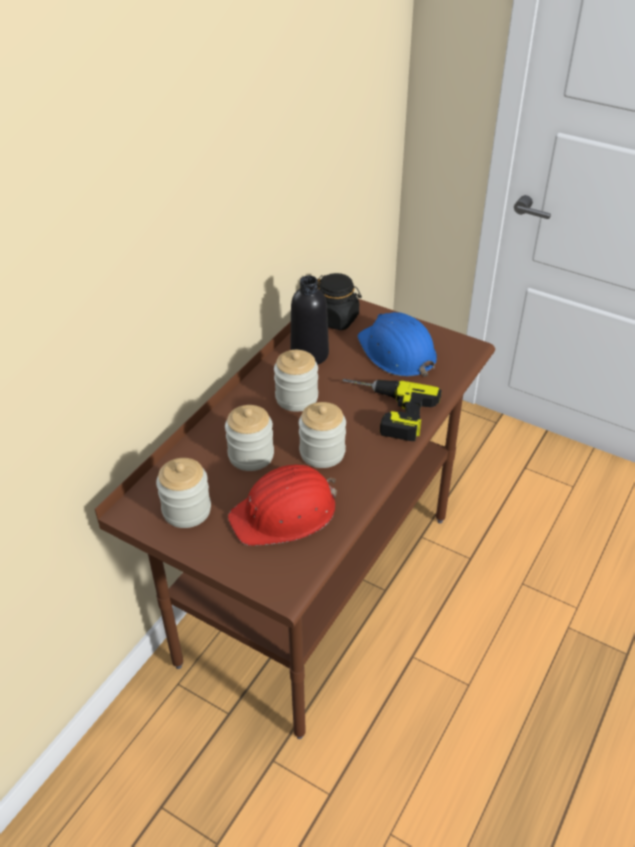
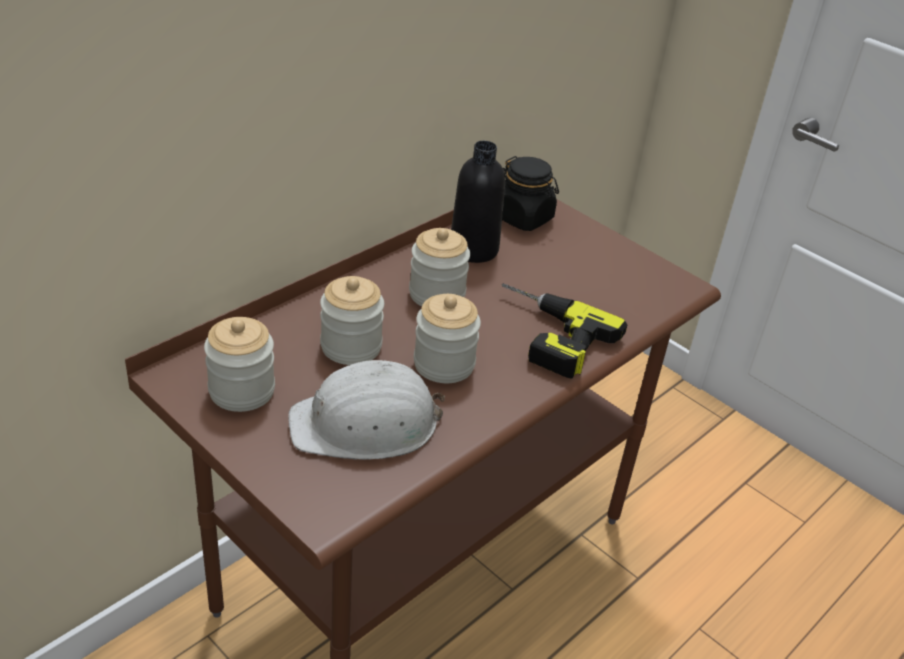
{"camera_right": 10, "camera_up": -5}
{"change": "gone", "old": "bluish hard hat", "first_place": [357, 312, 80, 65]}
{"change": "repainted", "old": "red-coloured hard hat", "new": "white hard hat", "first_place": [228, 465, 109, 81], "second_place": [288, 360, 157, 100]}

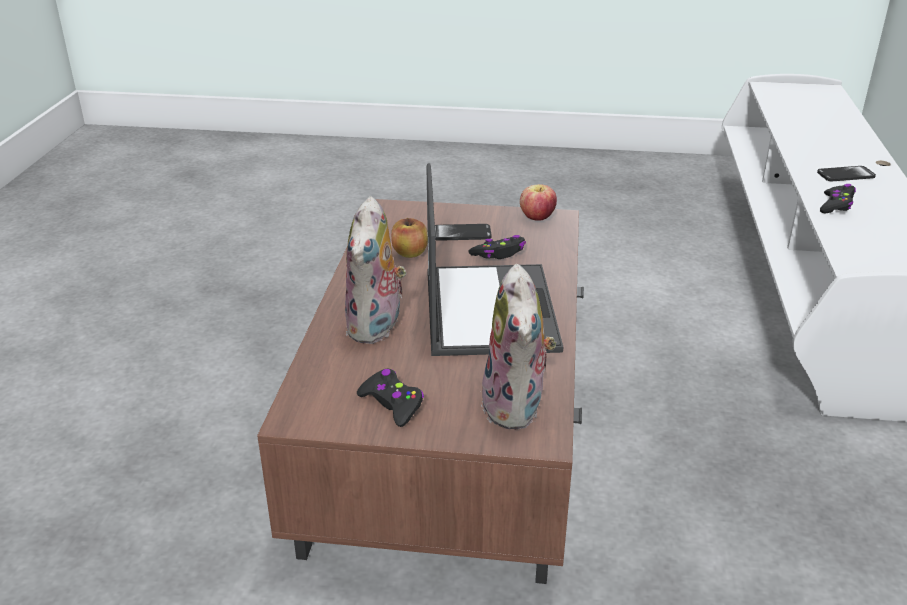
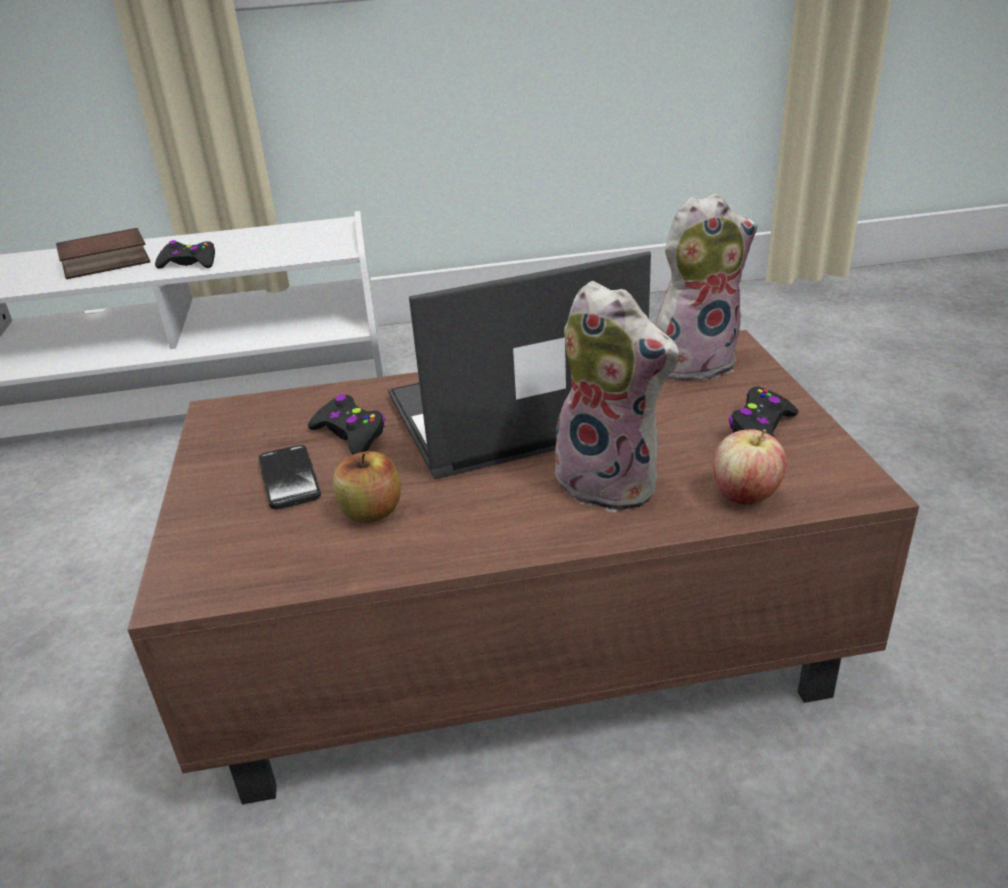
{"camera_right": -105, "camera_up": 0}
{"change": "swapped", "old": "handset", "new": "book", "first_place": [817, 166, 59, 15], "second_place": [56, 228, 94, 51]}
{"change": "shifted", "old": "apple", "first_place": [520, 184, 37, 37], "second_place": [713, 429, 74, 76]}
{"change": "rotated", "old": "soft toy", "first_place": [345, 196, 61, 148], "second_place": [551, 281, 128, 232], "degrees": 45}

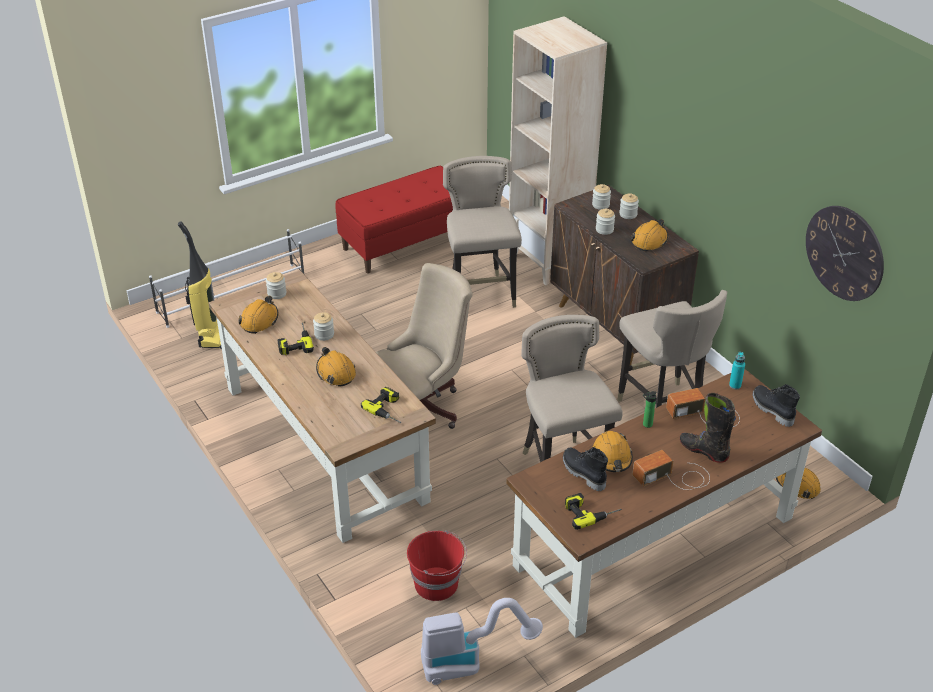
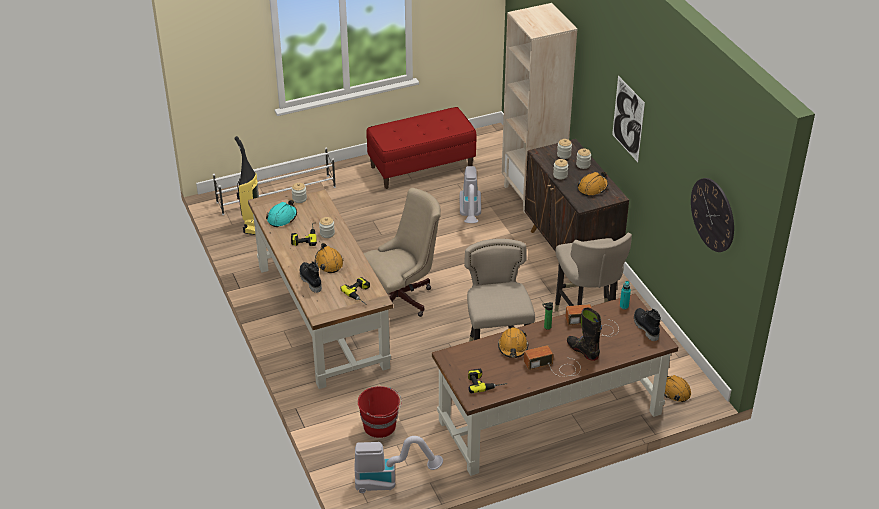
{"camera_right": 10, "camera_up": 0}
{"change": "swapped", "old": "sand-coloured stool seat", "new": "hoover", "first_place": [443, 156, 79, 152], "second_place": [460, 166, 21, 57]}
{"change": "repainted", "old": "orangey hard hat", "new": "blue-green hard hat", "first_place": [238, 296, 41, 38], "second_place": [266, 200, 31, 27]}
{"change": "shifted", "old": "black high-top boot", "first_place": [563, 447, 45, 44], "second_place": [300, 261, 22, 32]}
{"change": "new", "new": "wall art", "second_place": [612, 76, 33, 86]}

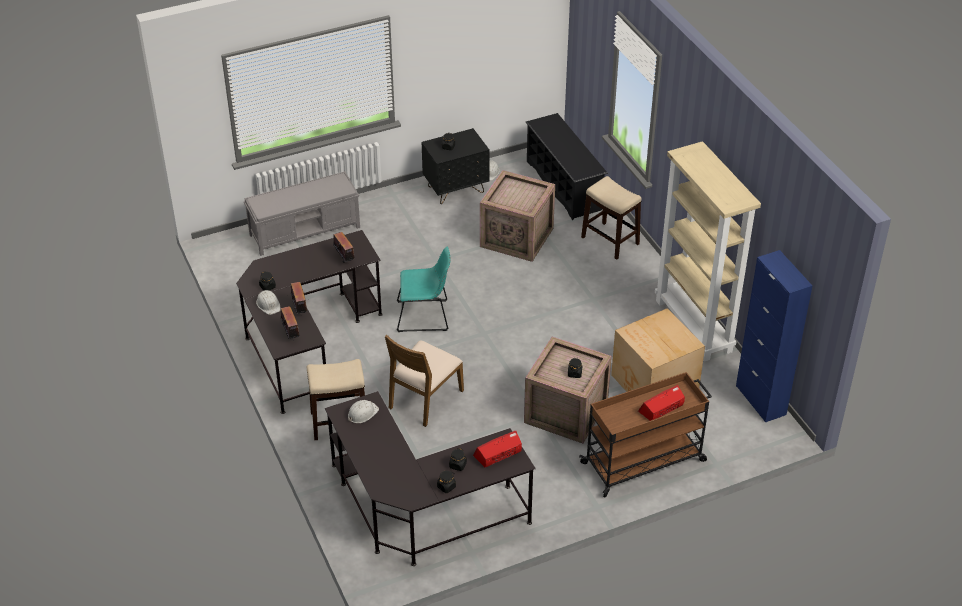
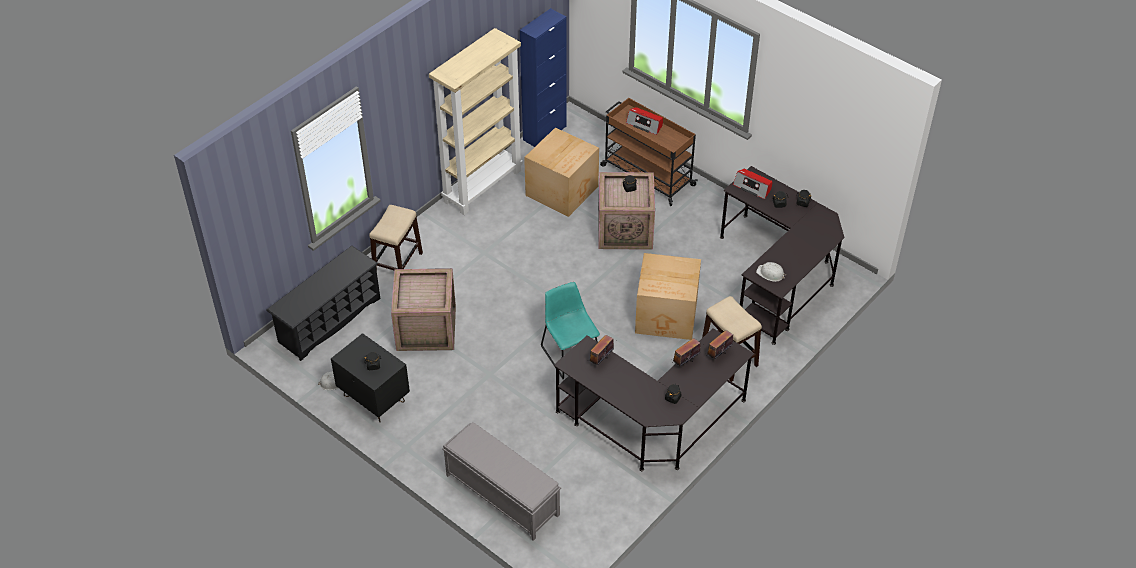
{"camera_right": -115, "camera_up": 5}
{"change": "gone", "old": "white hard hat", "first_place": [256, 290, 25, 25]}
{"change": "swapped", "old": "brown chair", "new": "cardboard box", "first_place": [385, 335, 79, 92], "second_place": [635, 253, 66, 87]}

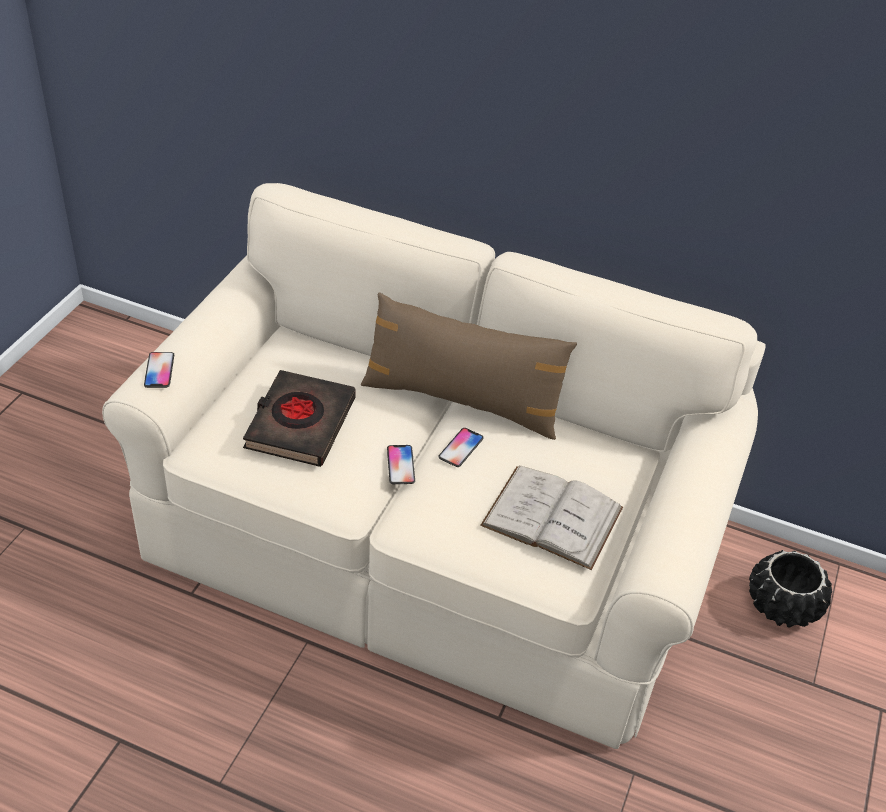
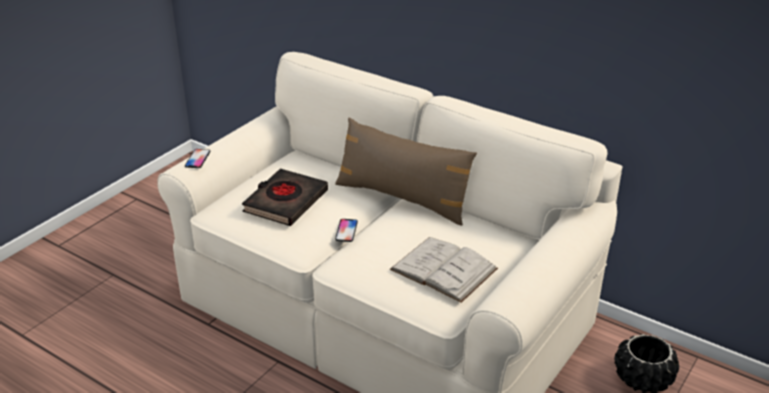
{"camera_right": 15, "camera_up": -10}
{"change": "gone", "old": "handset", "first_place": [438, 428, 46, 39]}

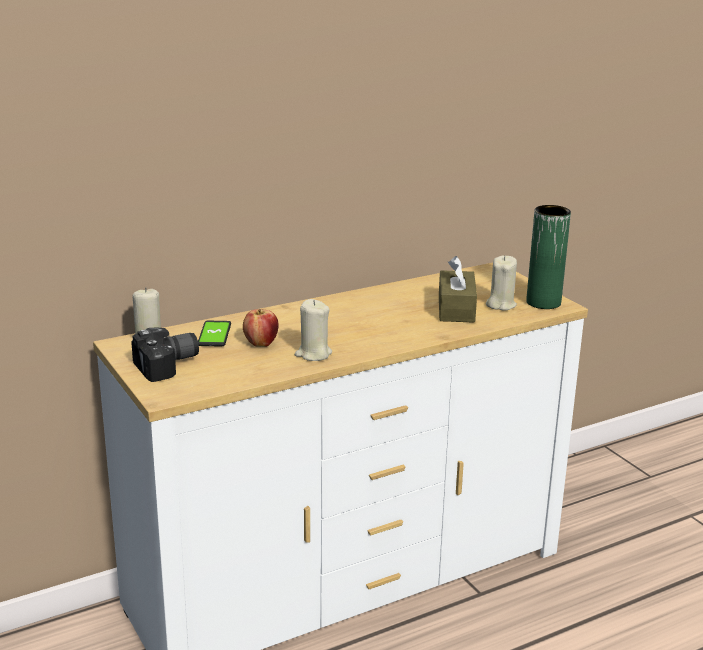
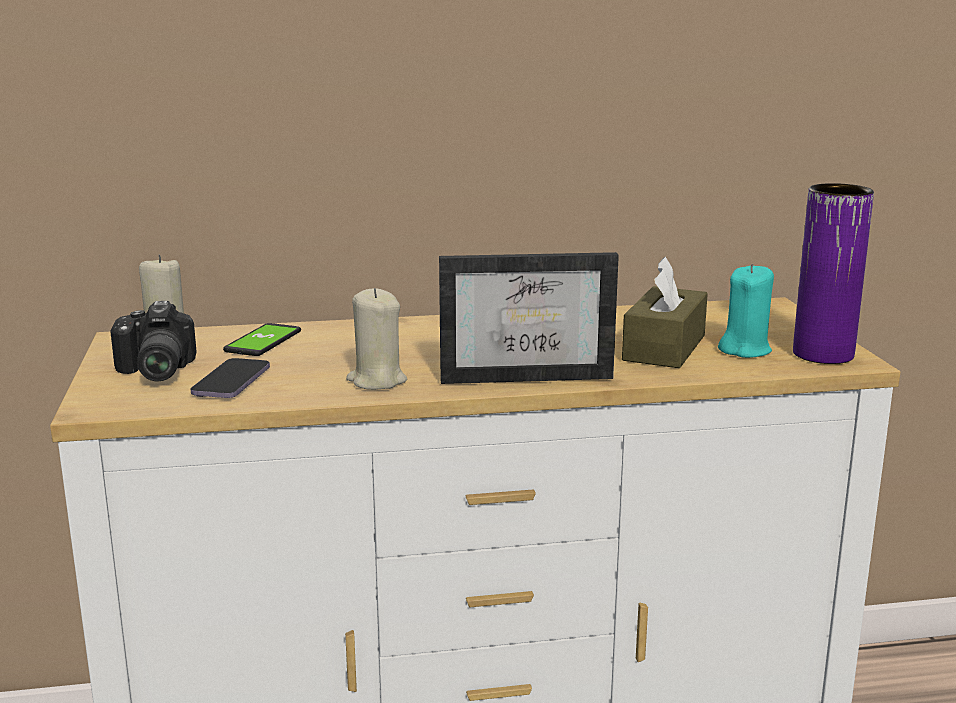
{"camera_right": 20, "camera_up": -5}
{"change": "repainted", "old": "green-coloured flower vase", "new": "purple-coloured flower vase", "first_place": [526, 205, 45, 104], "second_place": [793, 183, 81, 181]}
{"change": "repainted", "old": "sand-coloured candle", "new": "blue-green candle", "first_place": [486, 256, 31, 55], "second_place": [718, 264, 56, 94]}
{"change": "gone", "old": "apple", "first_place": [243, 309, 36, 38]}
{"change": "rotated", "old": "photo camera", "first_place": [131, 327, 68, 55], "second_place": [110, 301, 87, 80], "degrees": 90}
{"change": "new", "new": "standing frame", "second_place": [439, 252, 180, 132]}
{"change": "new", "new": "handset", "second_place": [191, 358, 79, 40]}

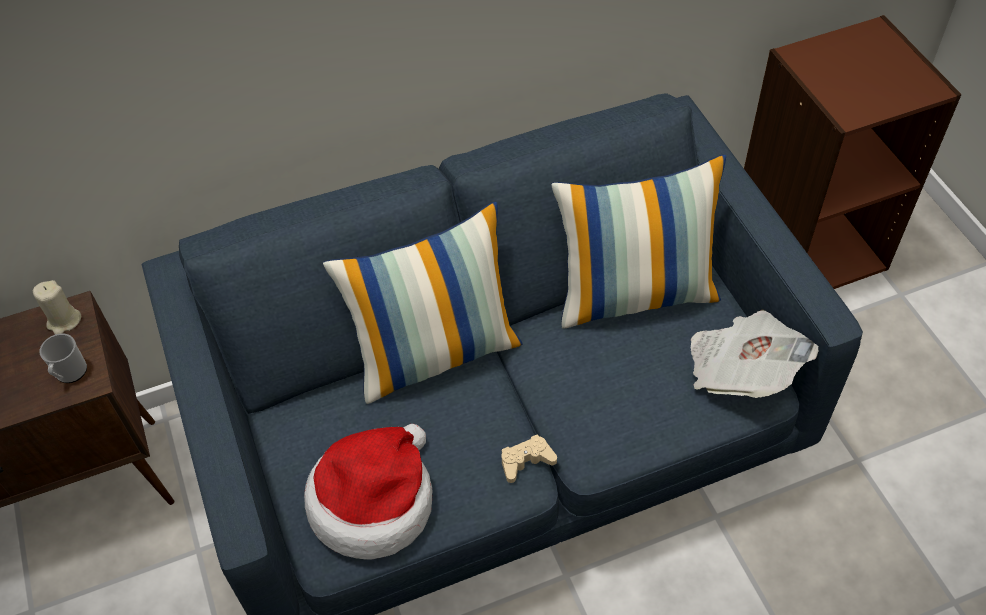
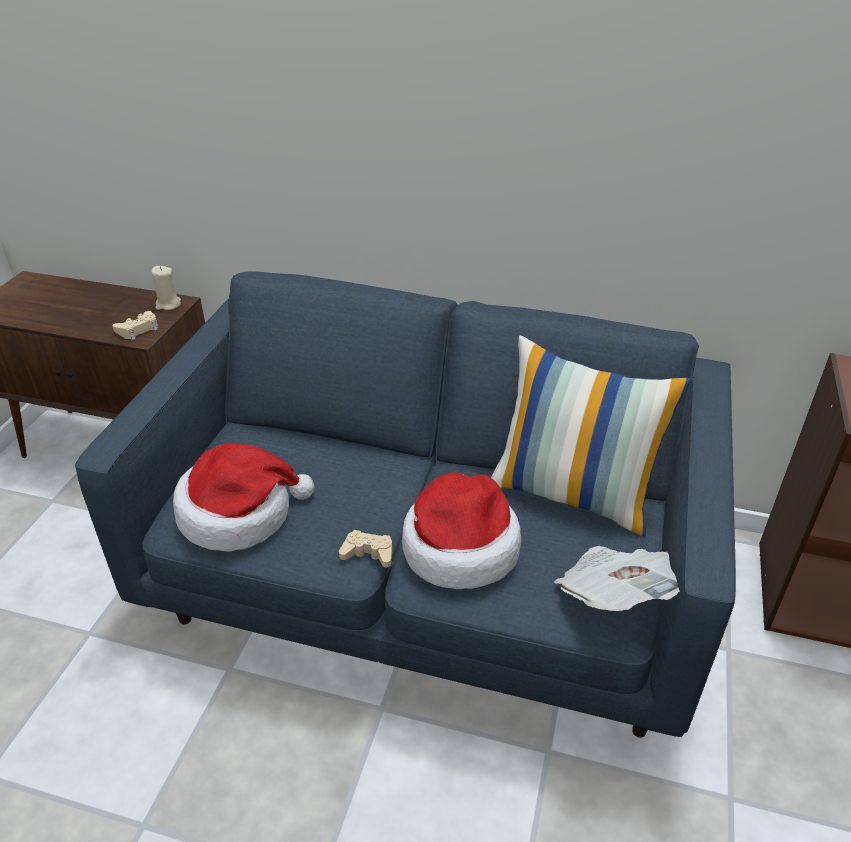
{"camera_right": 35, "camera_up": -15}
{"change": "gone", "old": "pillow", "first_place": [323, 201, 200, 203]}
{"change": "swapped", "old": "tea mug", "new": "sand-coloured gamepad", "first_place": [40, 334, 47, 49], "second_place": [112, 311, 46, 29]}
{"change": "new", "new": "clothing hat", "second_place": [402, 473, 119, 116]}

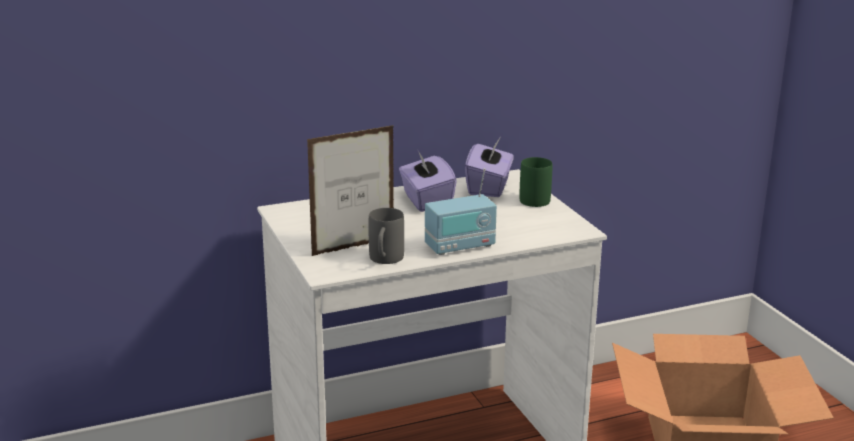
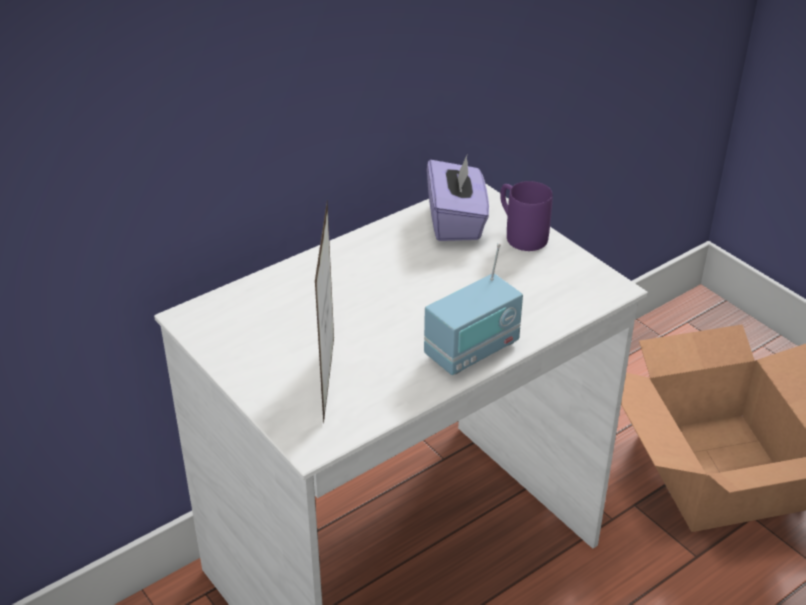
{"camera_right": -15, "camera_up": 15}
{"change": "rotated", "old": "standing frame", "first_place": [307, 125, 87, 131], "second_place": [315, 203, 19, 222], "degrees": -45}
{"change": "gone", "old": "purple-coloured box of tissues", "first_place": [399, 149, 58, 63]}
{"change": "repainted", "old": "green-coloured tea mug", "new": "purple-coloured tea mug", "first_place": [520, 157, 32, 50], "second_place": [500, 181, 53, 70]}
{"change": "gone", "old": "gray tea mug", "first_place": [369, 208, 35, 56]}

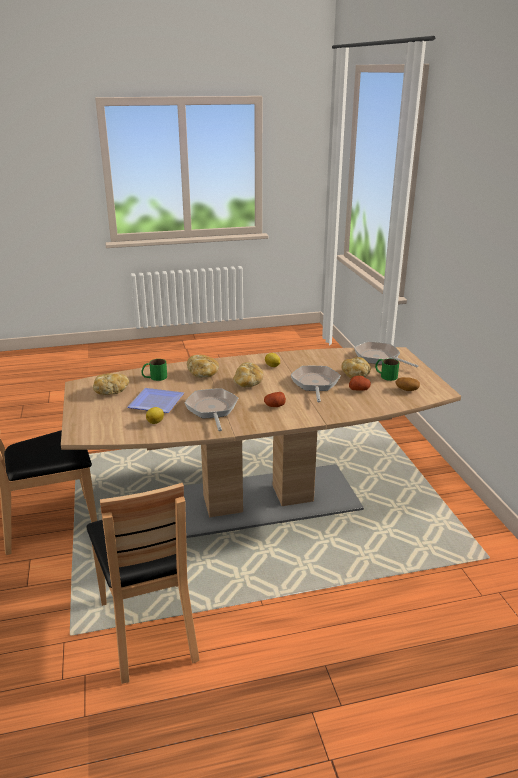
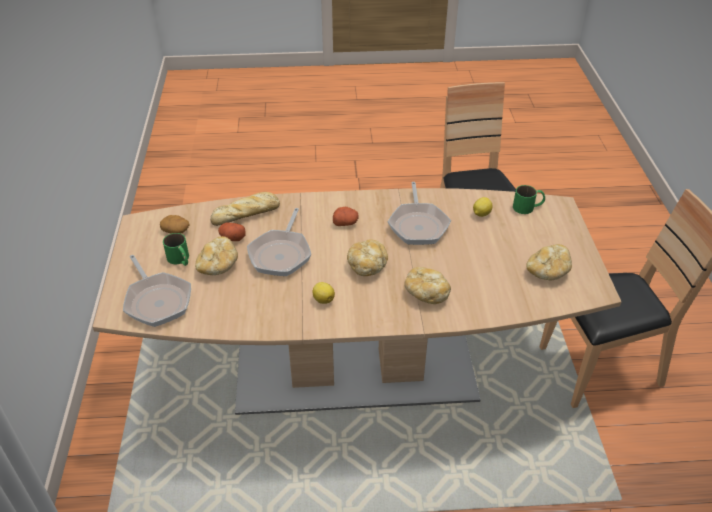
{"camera_right": -170, "camera_up": 15}
{"change": "shifted", "old": "green-coloured tea mug", "first_place": [141, 359, 26, 22], "second_place": [513, 185, 32, 29]}
{"change": "gone", "old": "flat dish", "first_place": [127, 388, 57, 25]}
{"change": "new", "new": "bread", "second_place": [210, 192, 70, 34]}

